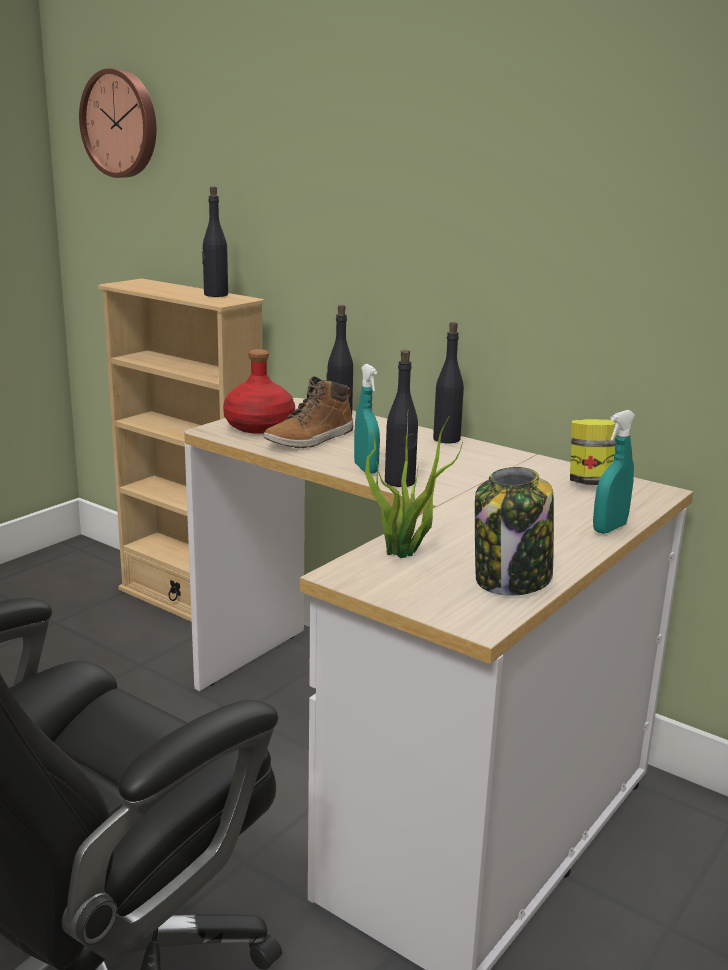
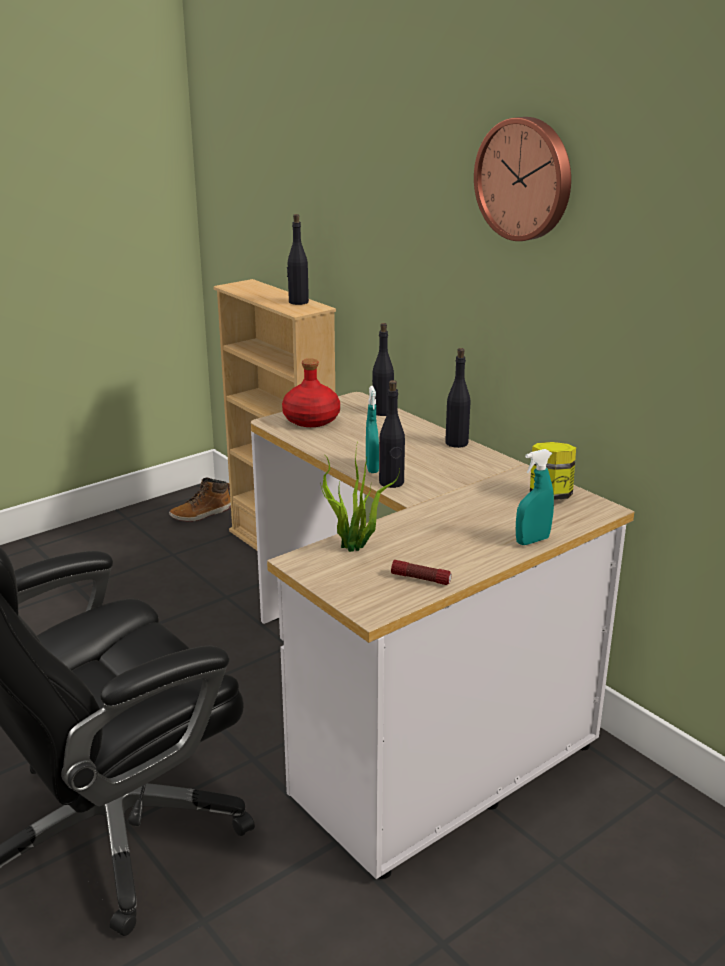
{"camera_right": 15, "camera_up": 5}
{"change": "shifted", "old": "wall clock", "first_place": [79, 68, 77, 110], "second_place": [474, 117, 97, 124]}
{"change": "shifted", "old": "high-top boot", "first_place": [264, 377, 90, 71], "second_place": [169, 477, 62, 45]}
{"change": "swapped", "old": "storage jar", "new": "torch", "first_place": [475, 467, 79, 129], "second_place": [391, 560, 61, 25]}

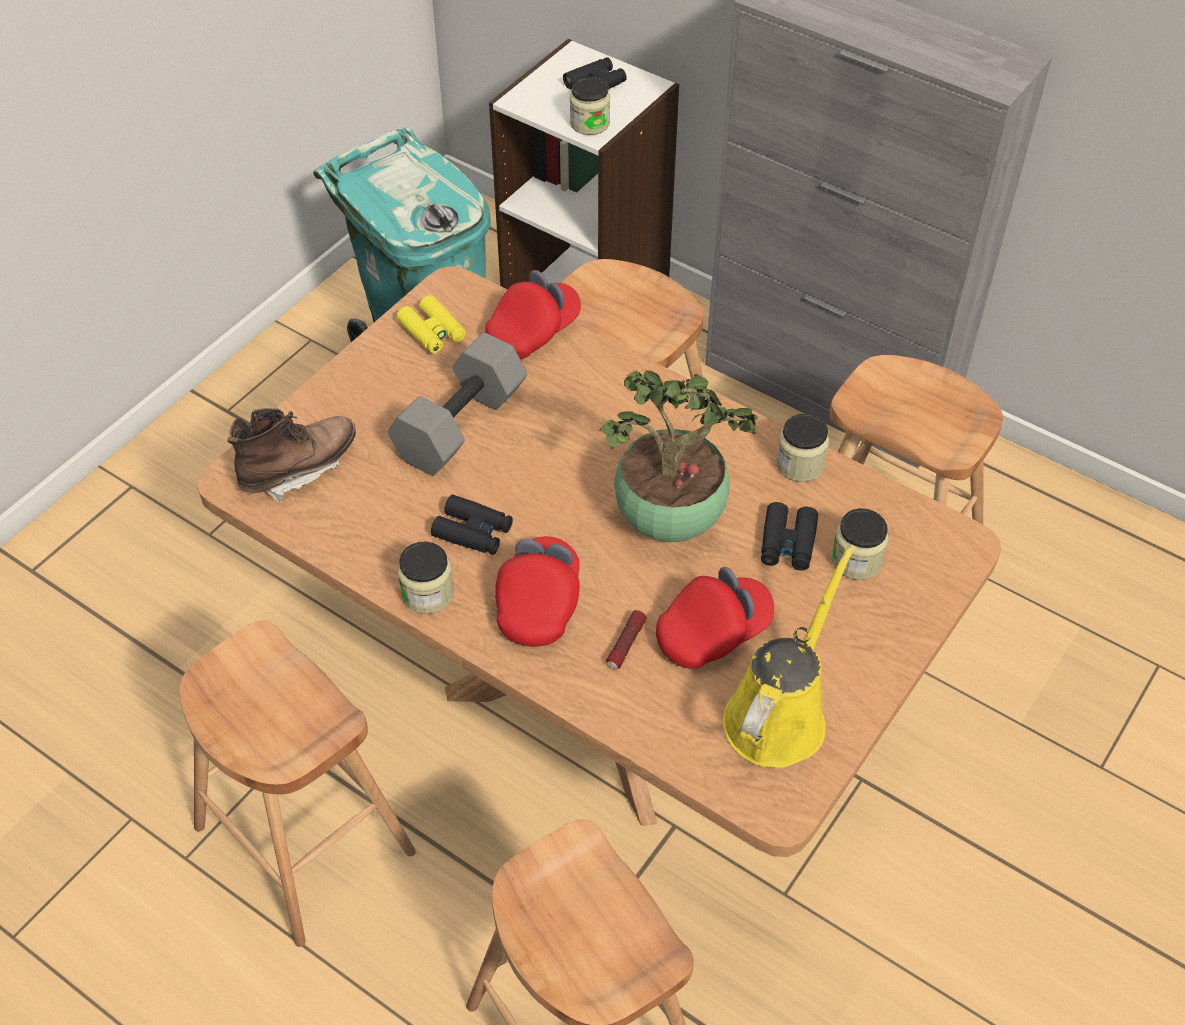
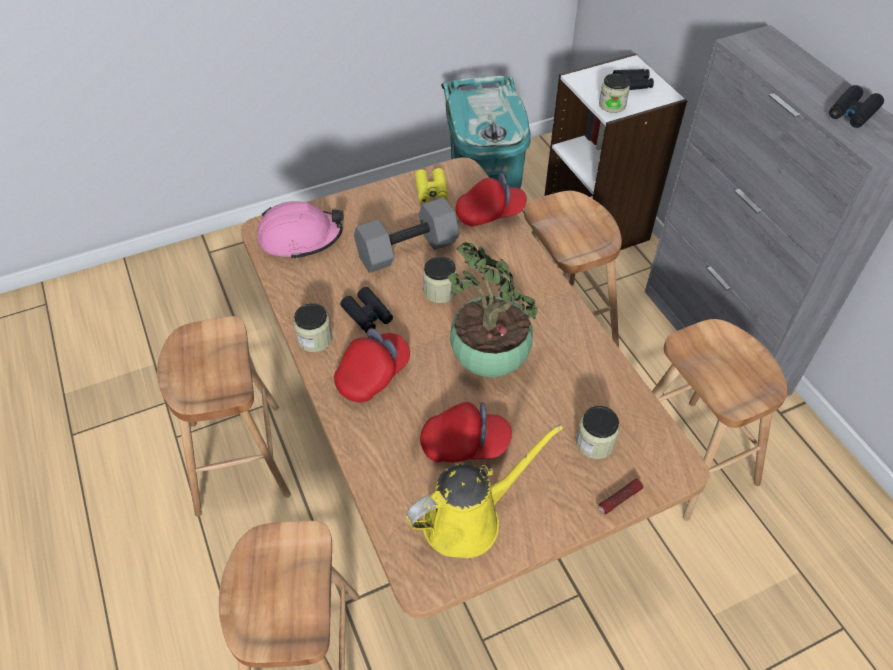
{"camera_right": 30, "camera_up": 0}
{"change": "swapped", "old": "brown high-top boot", "new": "pink-coloured hard hat", "first_place": [227, 408, 129, 95], "second_place": [257, 201, 87, 59]}
{"change": "shifted", "old": "storage jar", "first_place": [776, 414, 53, 68], "second_place": [423, 256, 34, 47]}
{"change": "shifted", "old": "black field glasses", "first_place": [761, 502, 57, 69], "second_place": [829, 85, 55, 43]}
{"change": "shifted", "old": "torch", "first_place": [606, 610, 41, 59], "second_place": [598, 479, 45, 35]}

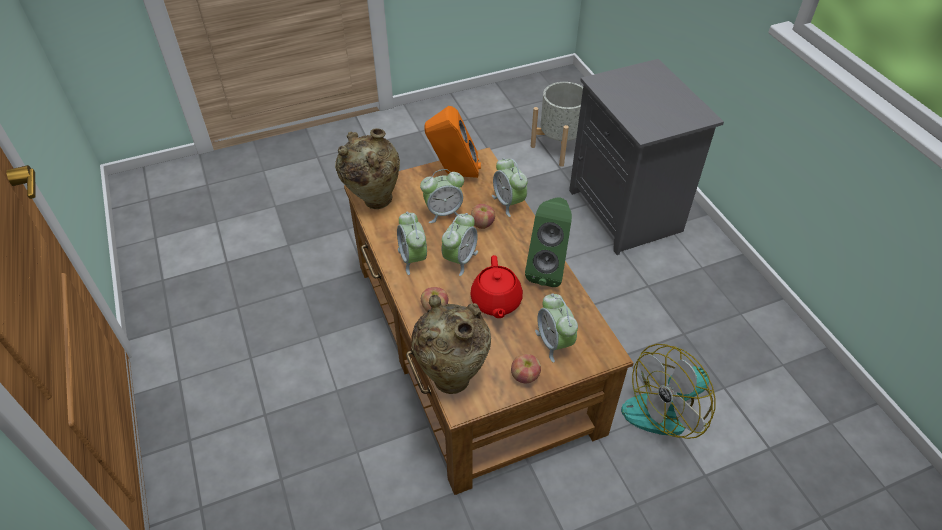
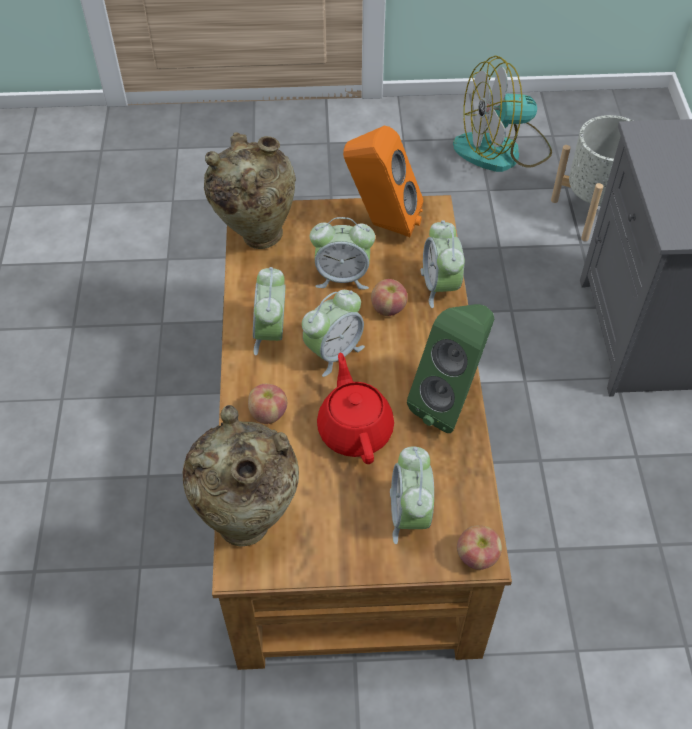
{"camera_right": 20, "camera_up": 5}
{"change": "rotated", "old": "red-coloured pot for tea", "first_place": [470, 255, 53, 63], "second_place": [317, 353, 77, 111], "degrees": 150}
{"change": "shifted", "old": "fan", "first_place": [621, 344, 95, 95], "second_place": [453, 55, 99, 117]}
{"change": "shifted", "old": "apple", "first_place": [511, 354, 30, 30], "second_place": [457, 526, 45, 44]}

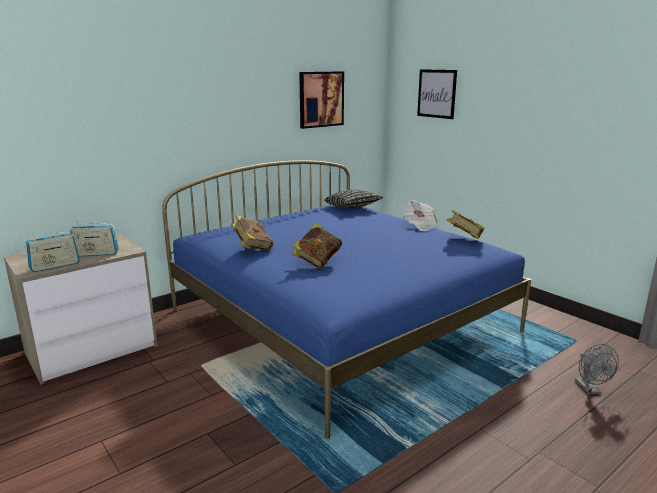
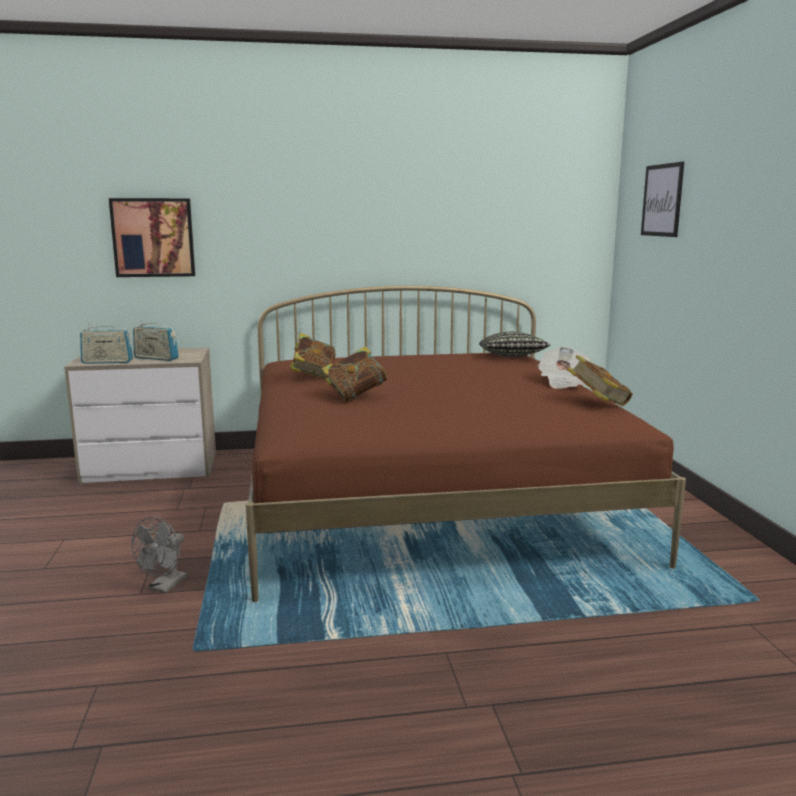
{"camera_right": 30, "camera_up": -5}
{"change": "shifted", "old": "wall art", "first_place": [299, 71, 45, 58], "second_place": [109, 198, 86, 79]}
{"change": "repainted", "old": "bluish bed", "new": "brown bed", "first_place": [162, 160, 369, 279], "second_place": [246, 285, 440, 317]}
{"change": "shifted", "old": "gray fan", "first_place": [575, 344, 44, 51], "second_place": [131, 517, 56, 76]}

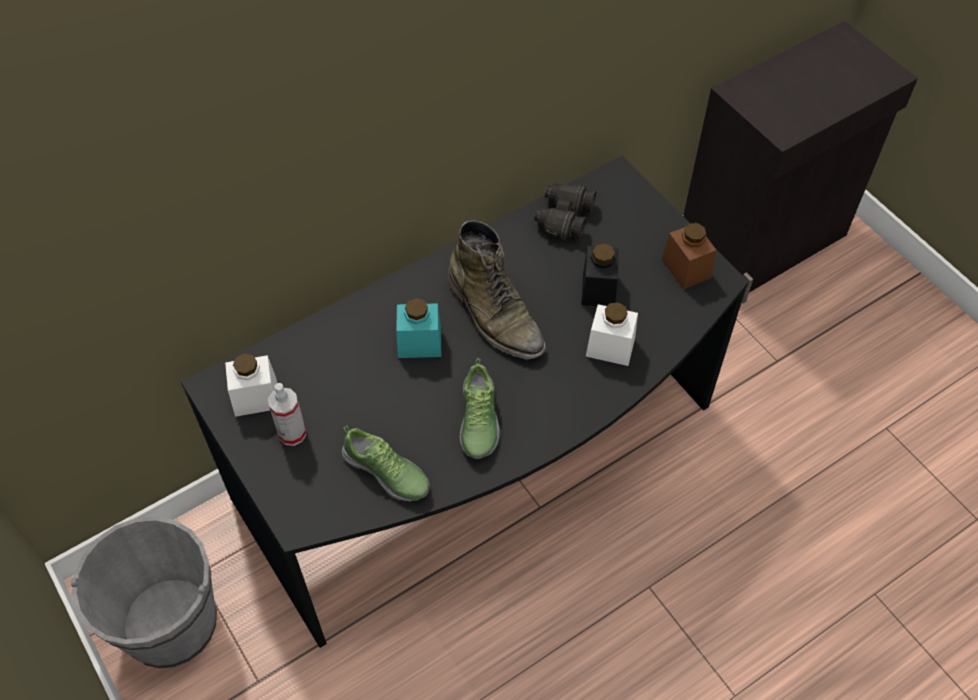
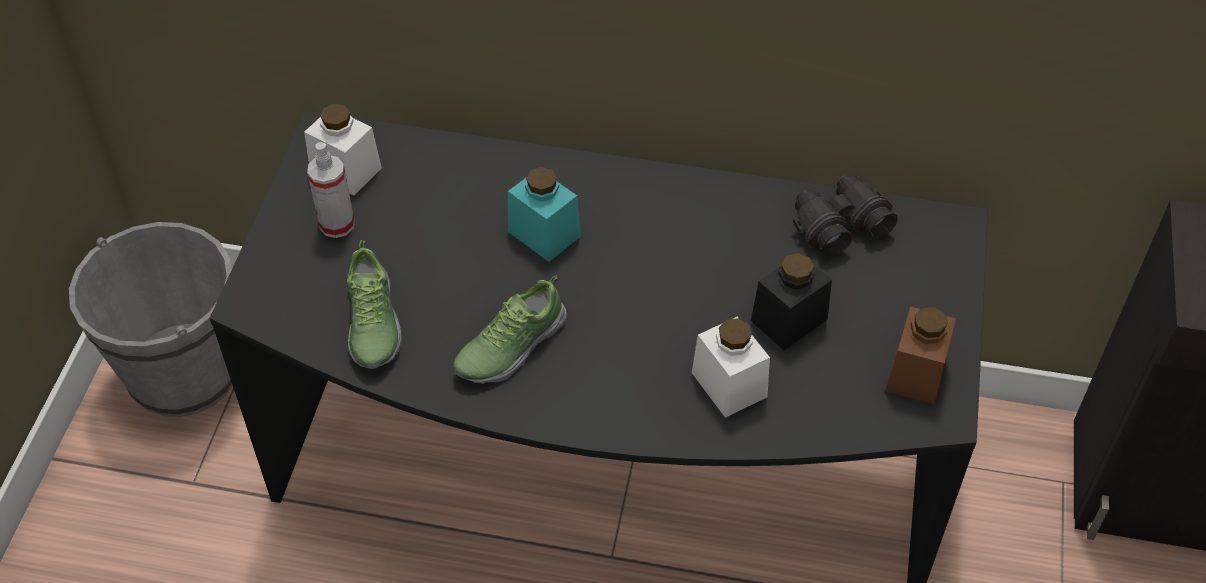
{"camera_right": 45, "camera_up": -5}
{"change": "gone", "old": "green-coloured high-top boot", "first_place": [447, 220, 99, 139]}

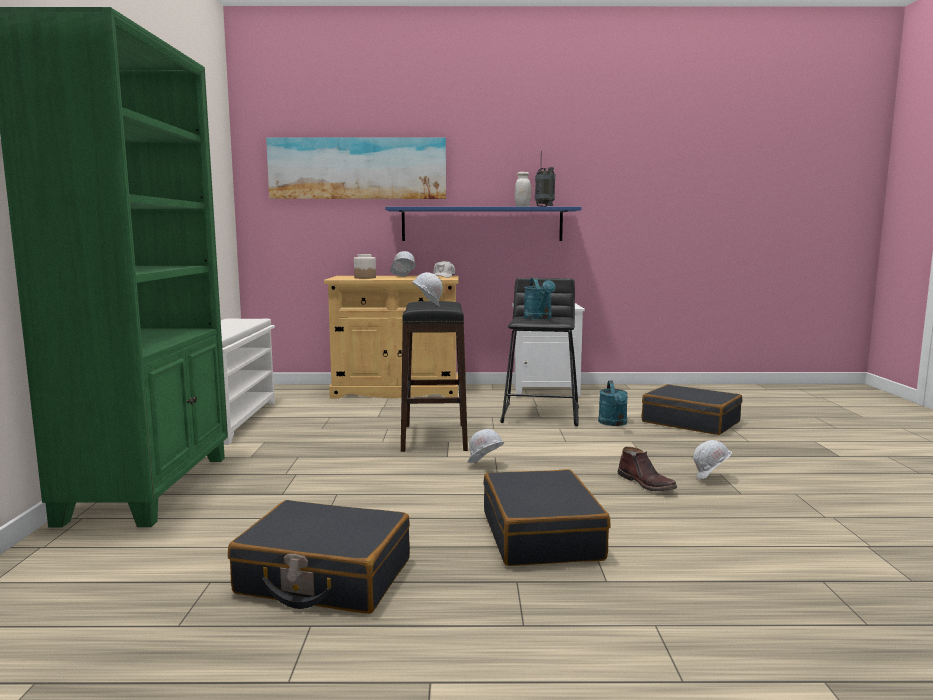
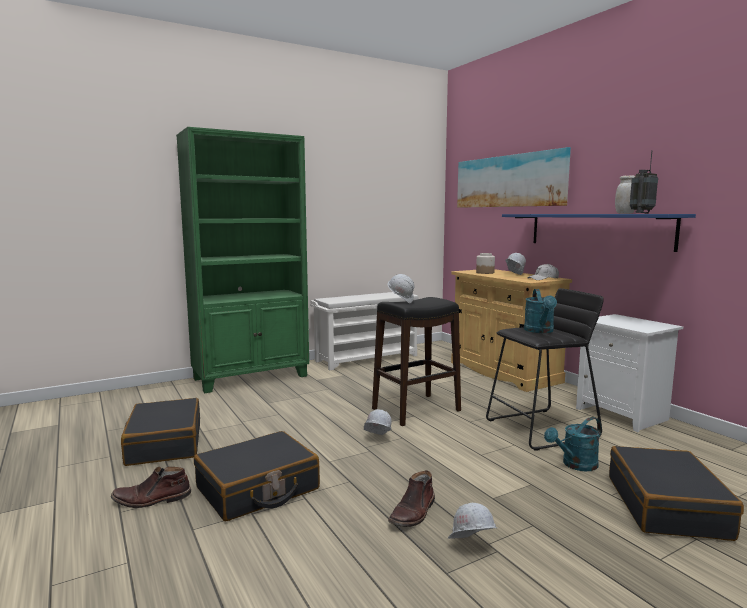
{"camera_right": 60, "camera_up": 0}
{"change": "rotated", "old": "blue-green watering pot", "first_place": [524, 278, 31, 41], "second_place": [524, 289, 33, 44], "degrees": -45}
{"change": "new", "new": "brown high-top boot", "second_place": [111, 467, 80, 41]}

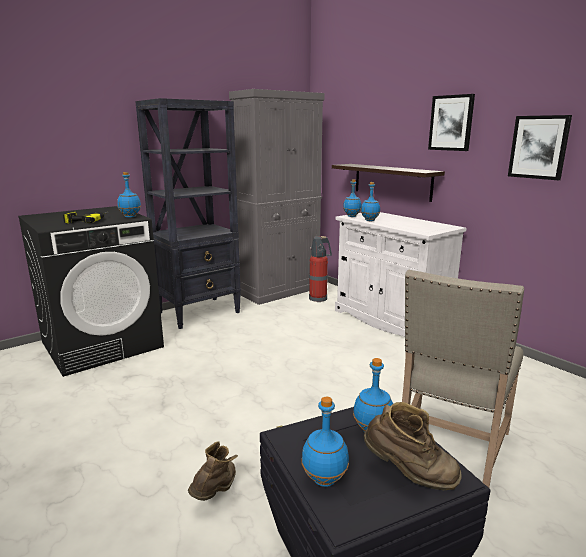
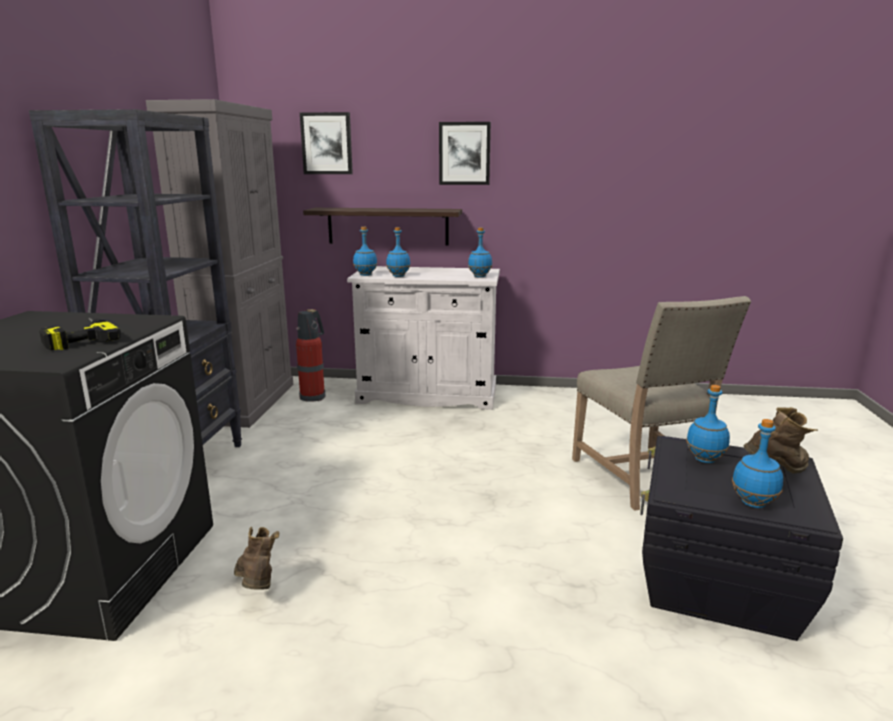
{"camera_right": -45, "camera_up": 0}
{"change": "shifted", "old": "wall art", "first_place": [508, 115, 64, 65], "second_place": [300, 112, 53, 62]}
{"change": "shifted", "old": "bluish beverage bottle", "first_place": [117, 172, 24, 46], "second_place": [468, 228, 24, 49]}
{"change": "shifted", "old": "brown high-top boot", "first_place": [188, 441, 50, 60], "second_place": [234, 527, 46, 62]}

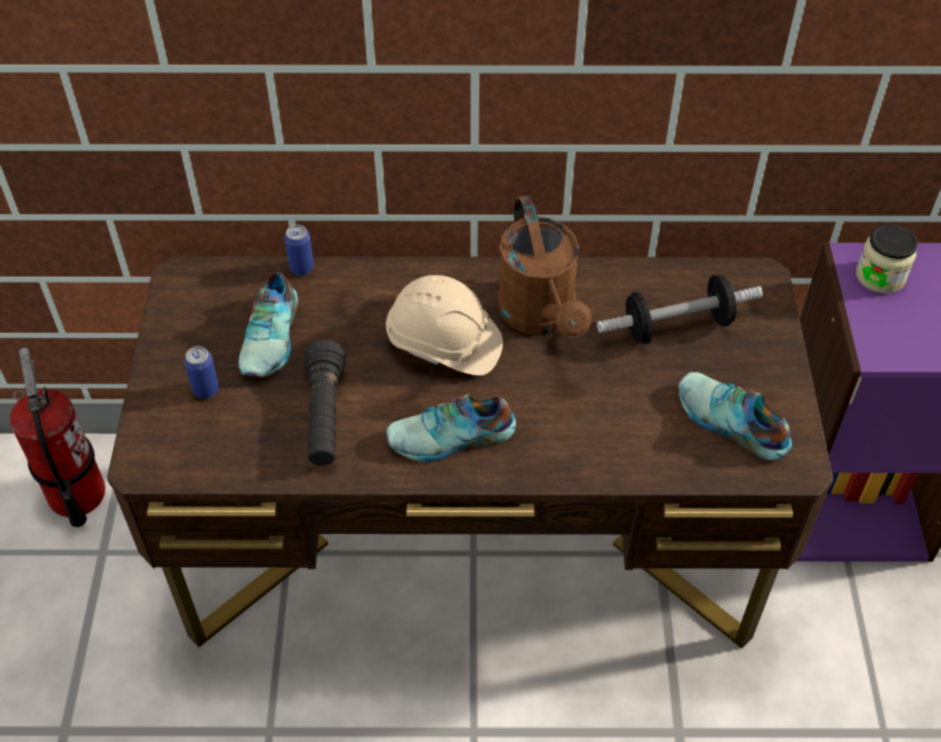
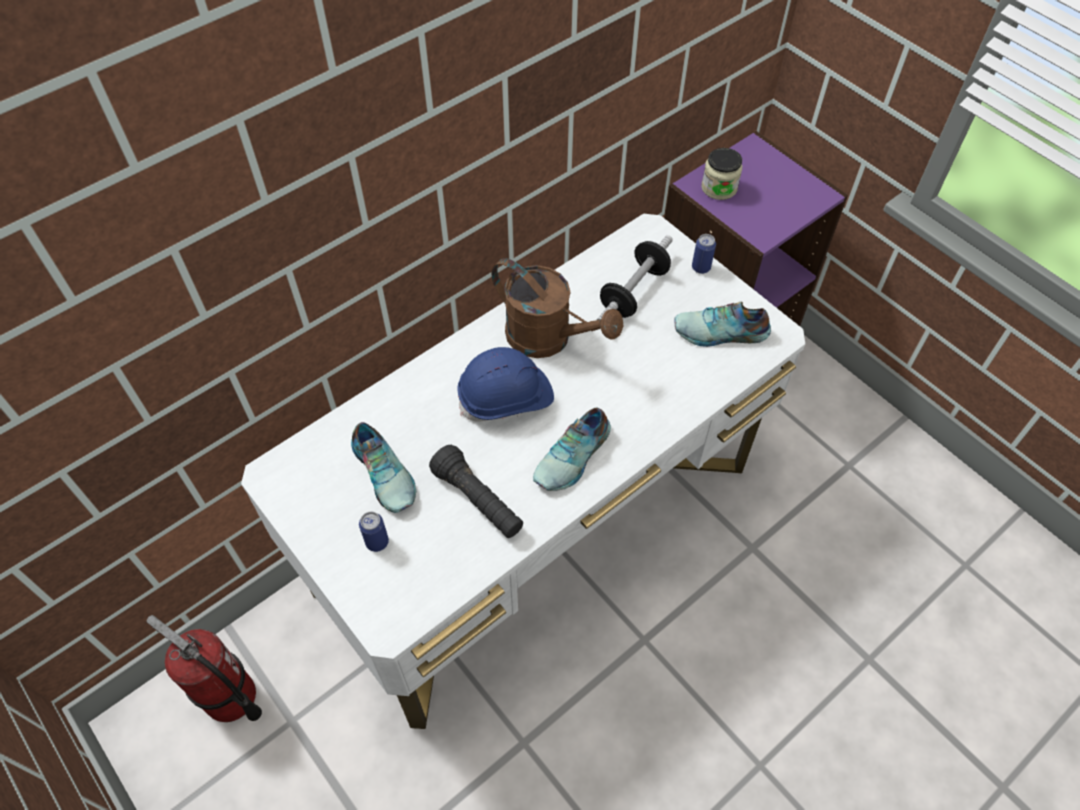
{"camera_right": -40, "camera_up": 5}
{"change": "shifted", "old": "can", "first_place": [284, 225, 30, 51], "second_place": [692, 234, 24, 40]}
{"change": "repainted", "old": "brown desk unit", "new": "white desk unit", "first_place": [107, 256, 727, 393], "second_place": [241, 214, 564, 515]}
{"change": "repainted", "old": "sand-coloured hard hat", "new": "bluish hard hat", "first_place": [386, 275, 117, 101], "second_place": [457, 347, 97, 75]}

